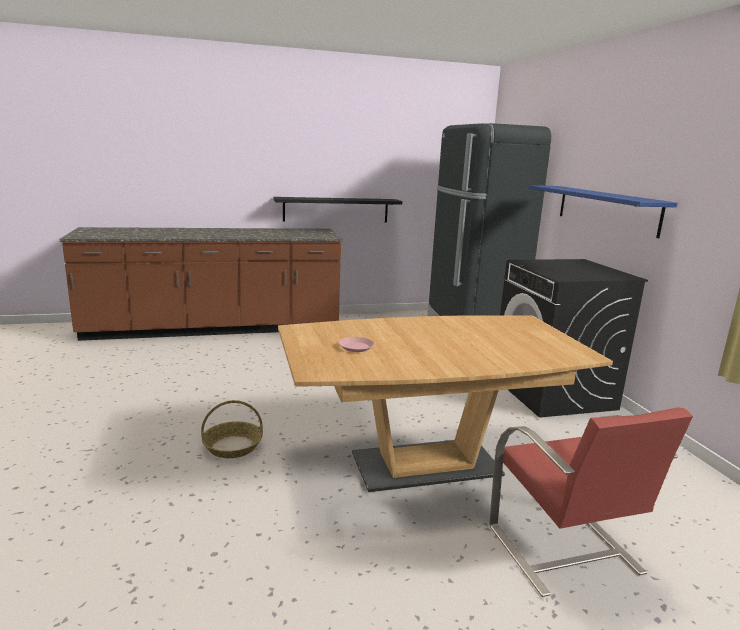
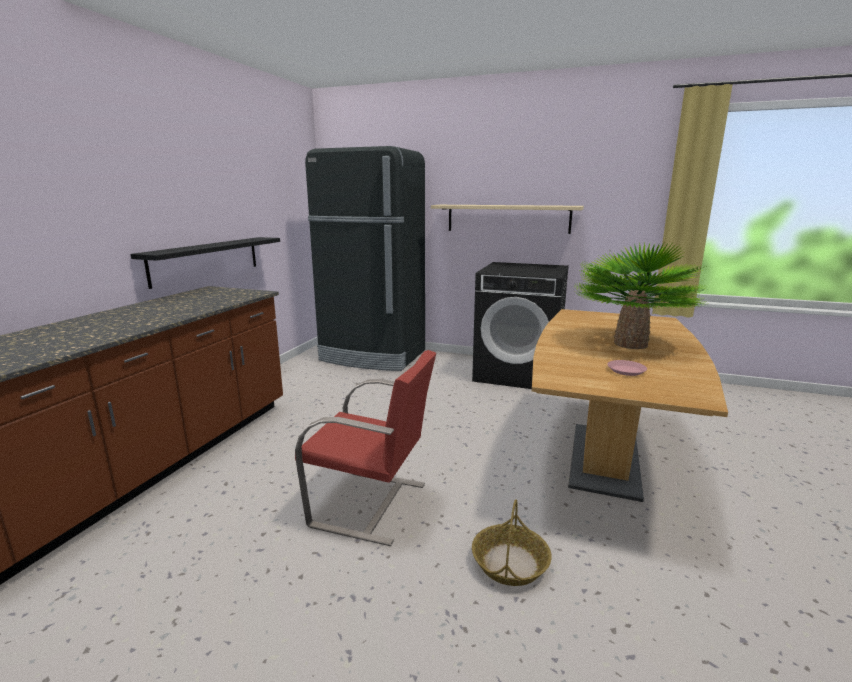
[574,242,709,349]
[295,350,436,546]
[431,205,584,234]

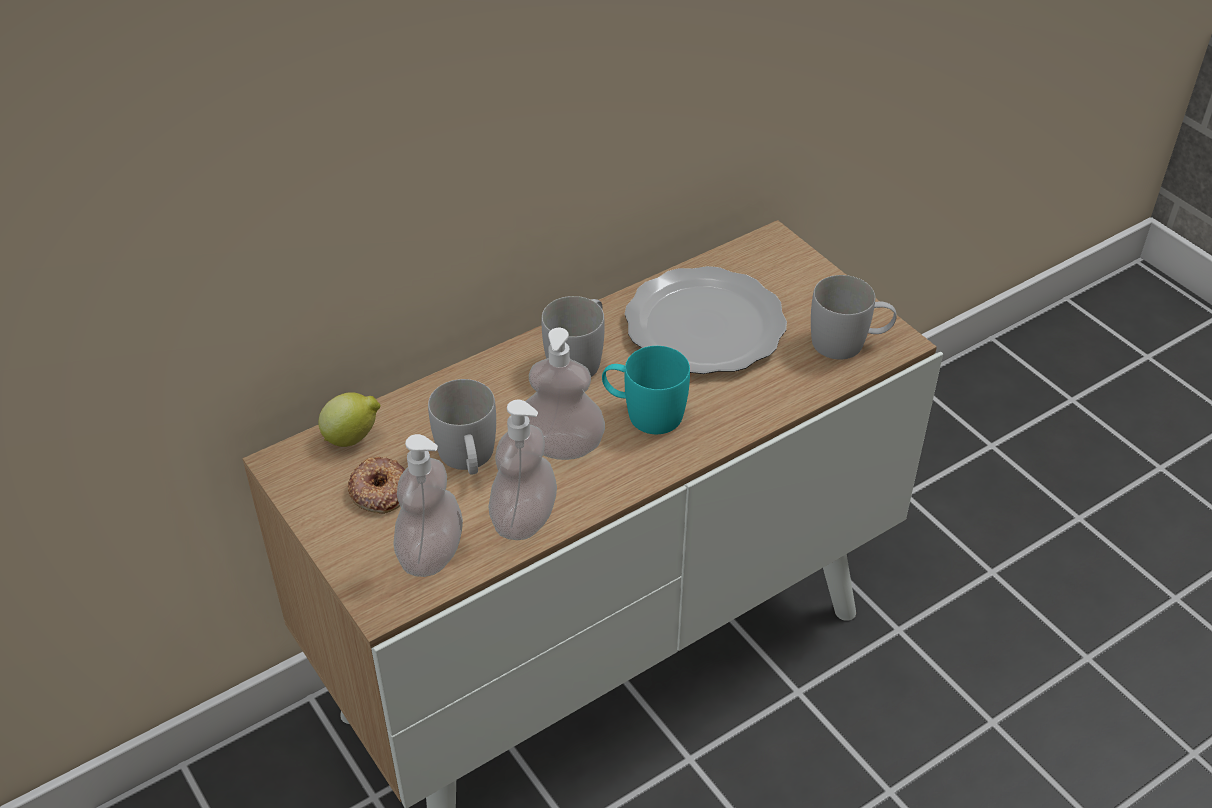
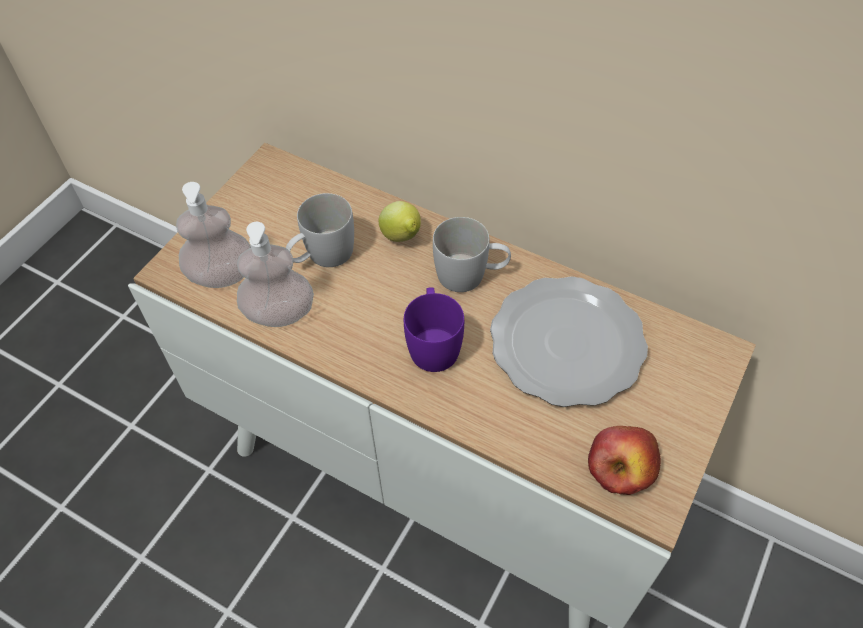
[348,456,405,514] (first image)
[525,328,605,460] (first image)
[379,201,421,242]
[588,426,661,495]
[404,287,464,372]

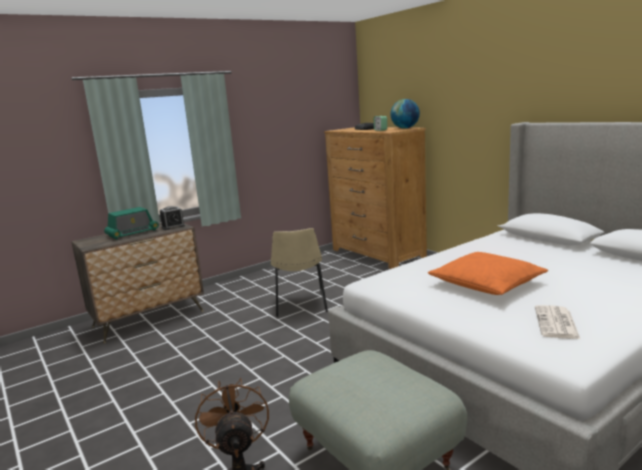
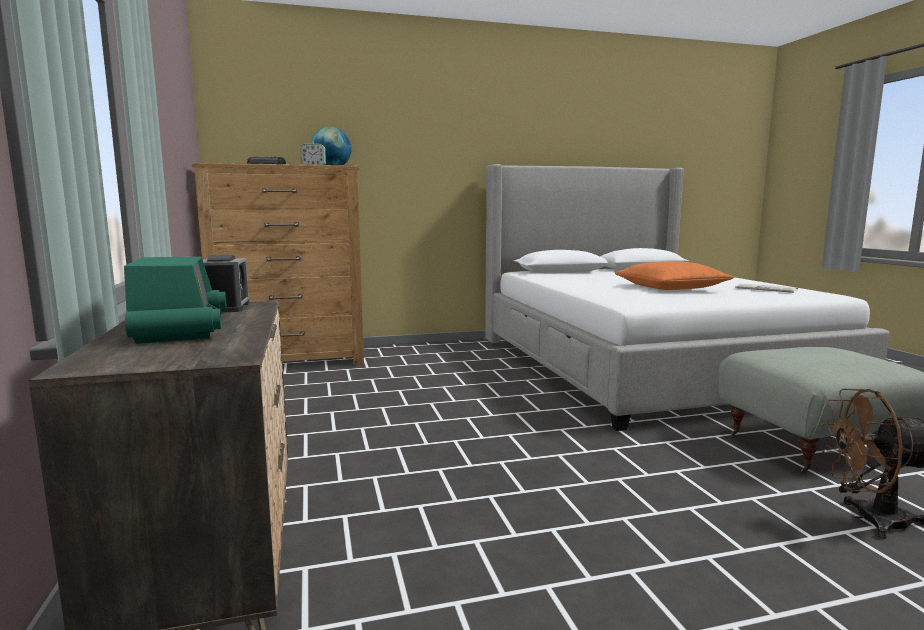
[271,228,328,317] (first image)

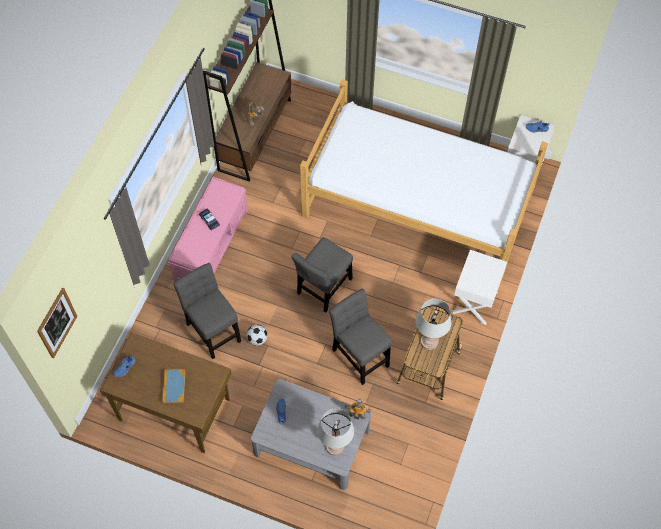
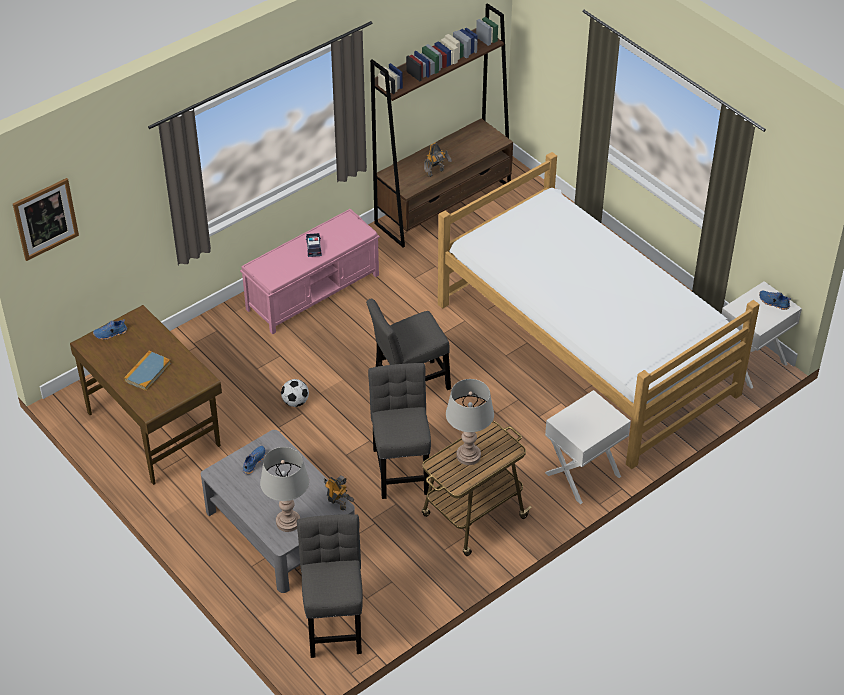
[297,514,363,658]

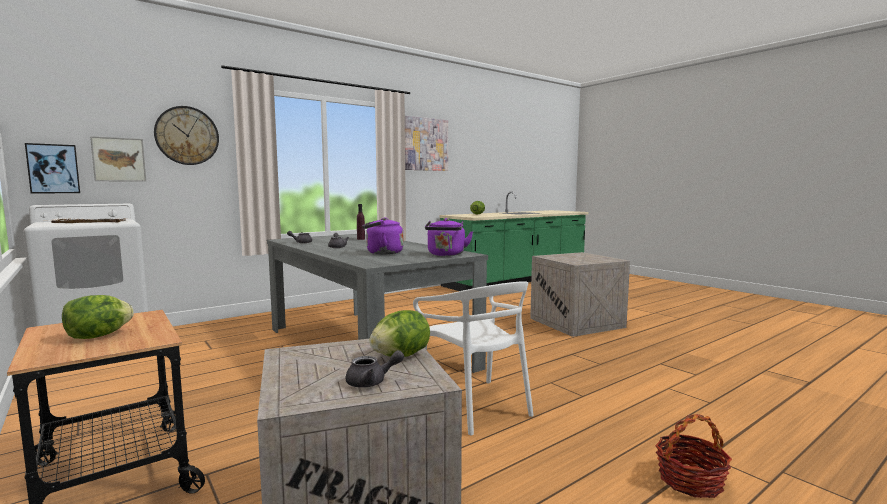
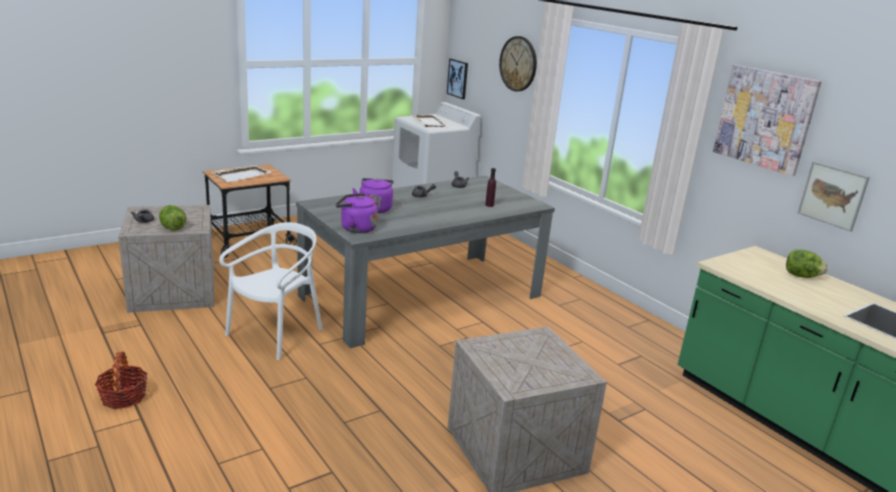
[798,161,870,232]
[211,165,272,182]
[219,222,322,360]

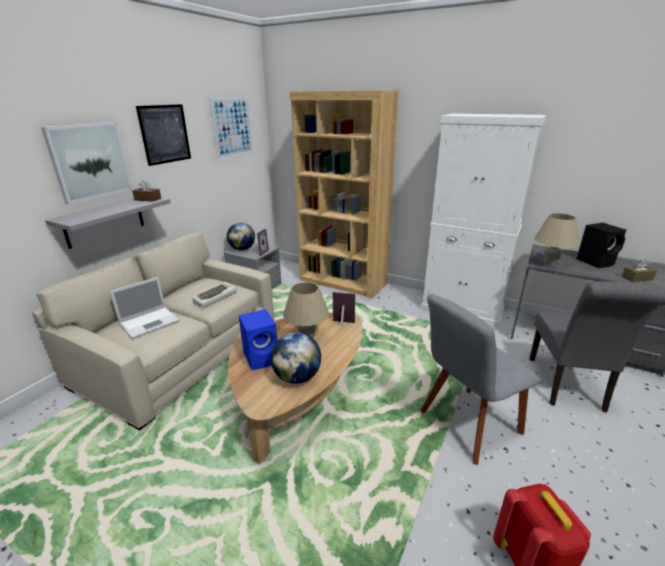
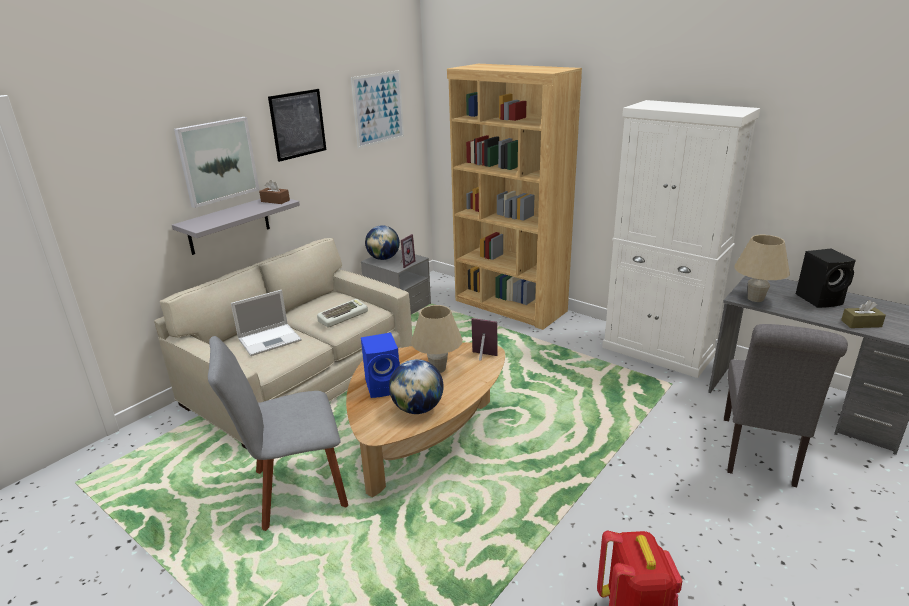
[208,336,348,531]

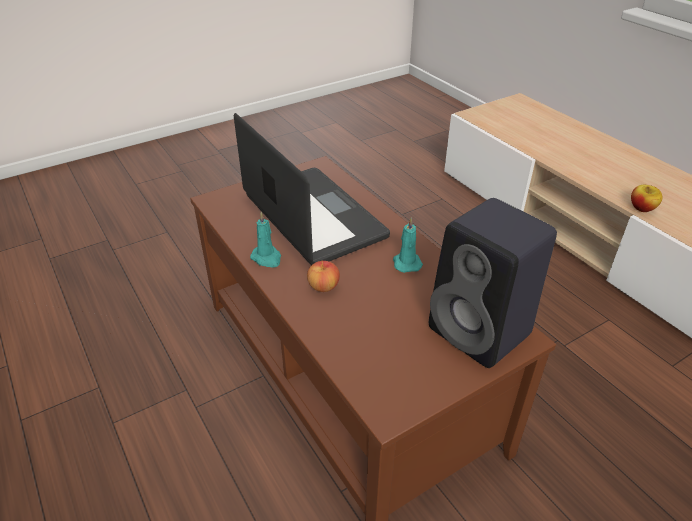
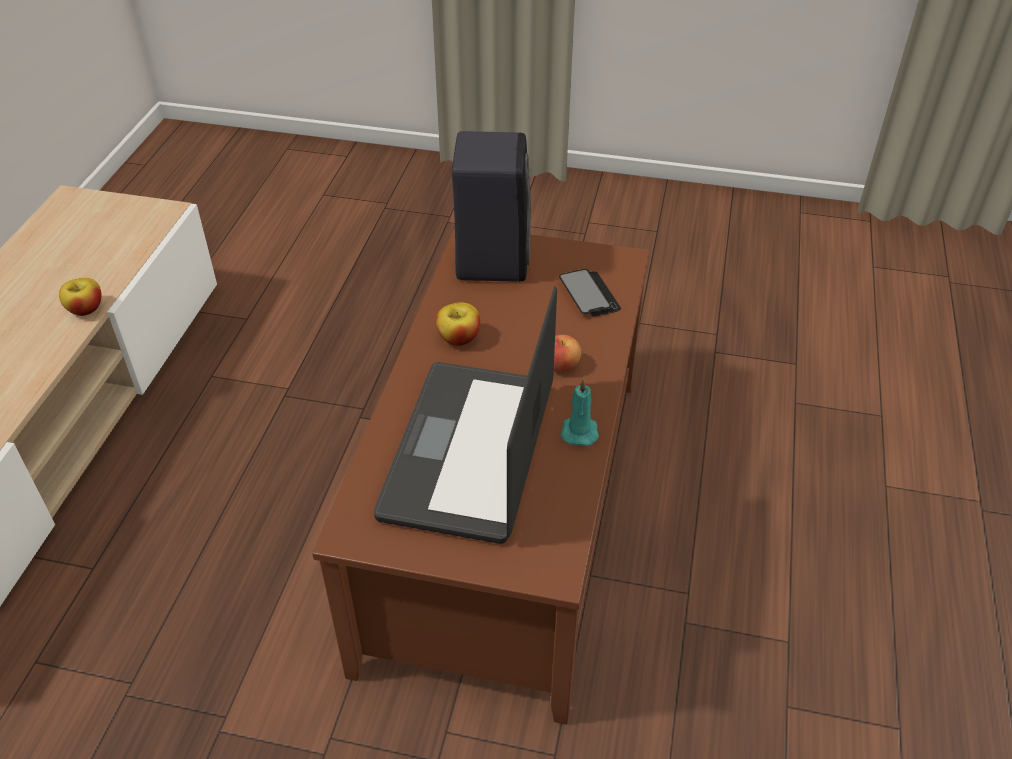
[559,269,621,316]
[436,302,480,346]

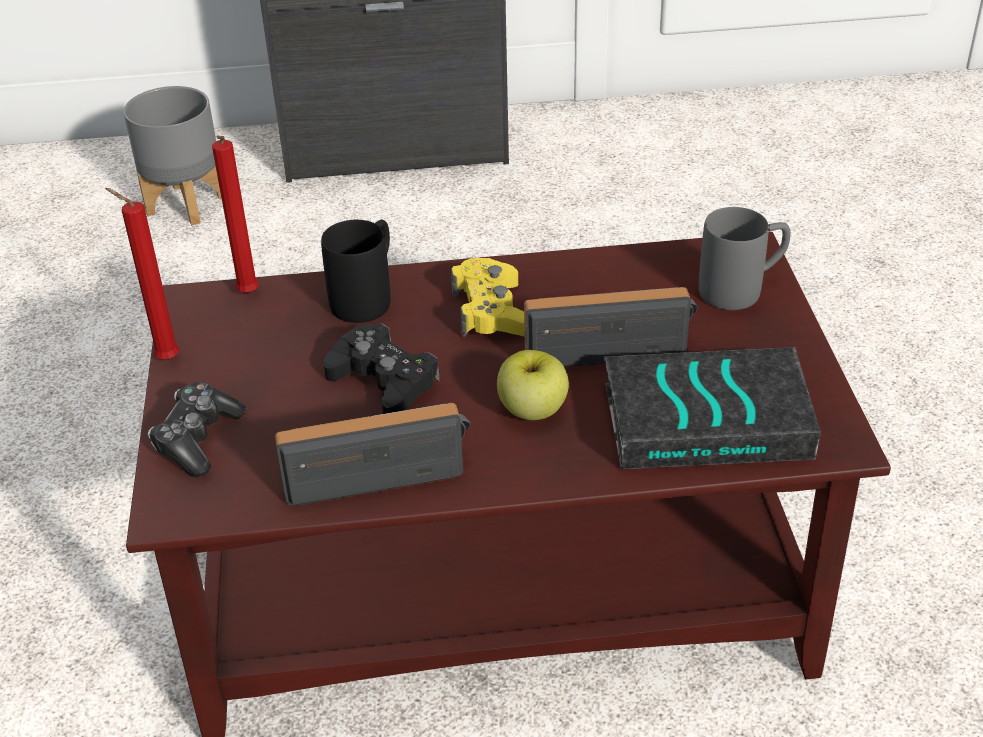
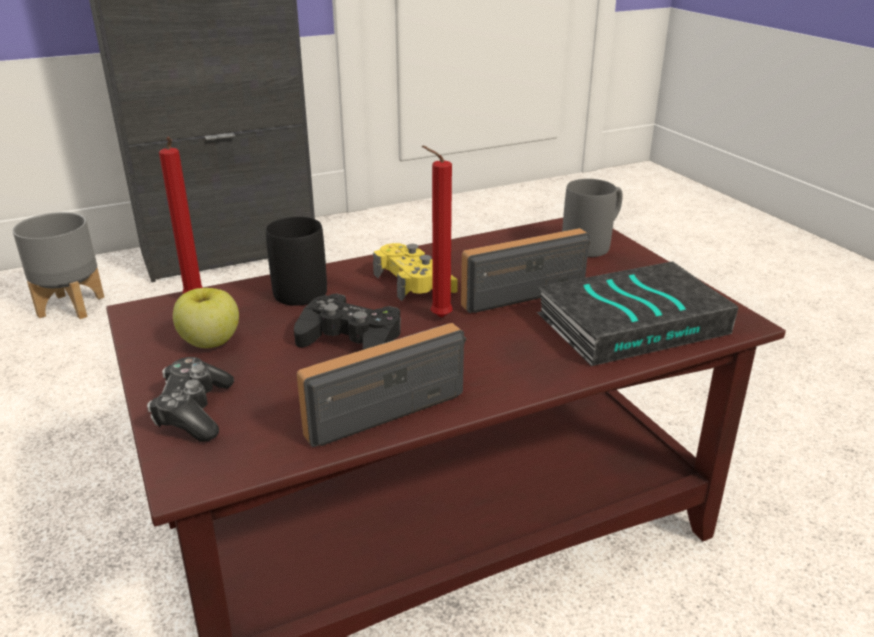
[422,146,453,318]
[173,288,239,348]

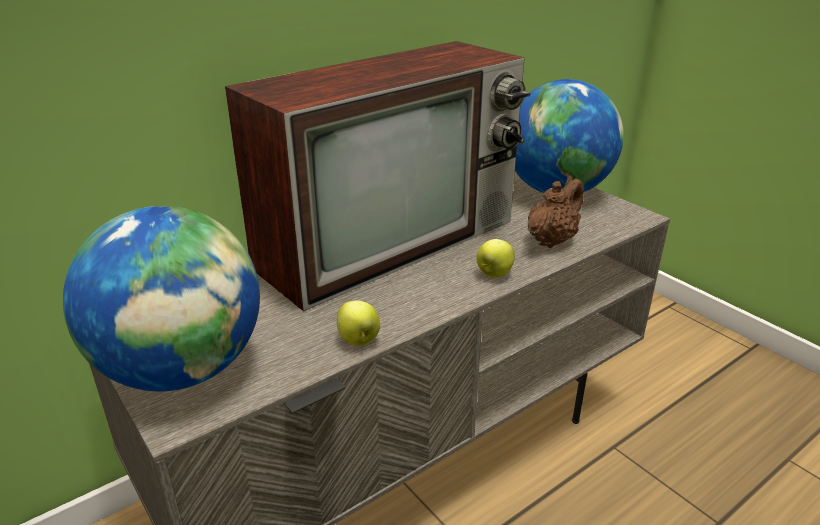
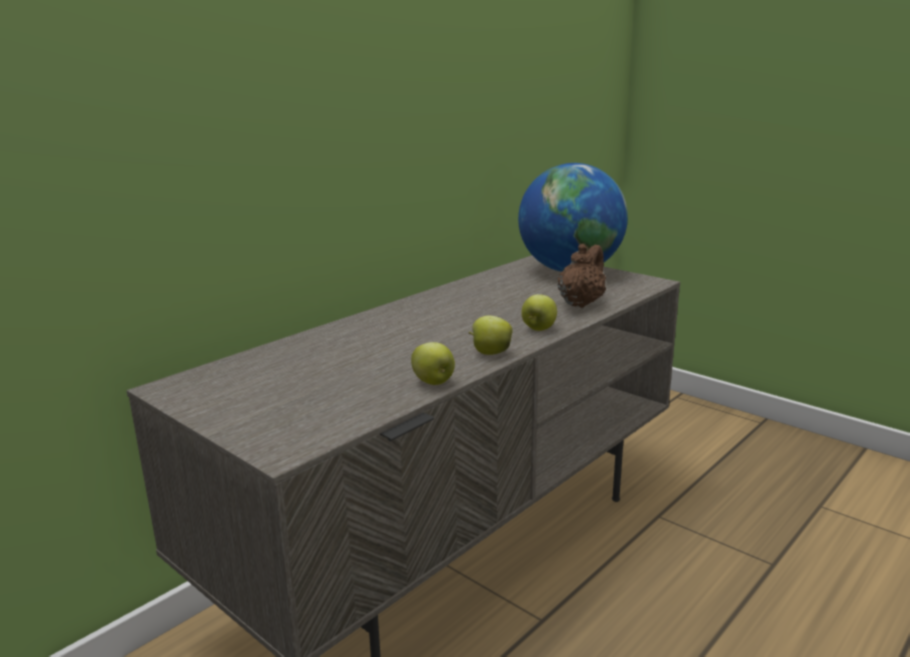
[63,206,260,392] (first image)
[225,41,531,311] (first image)
[469,316,512,355]

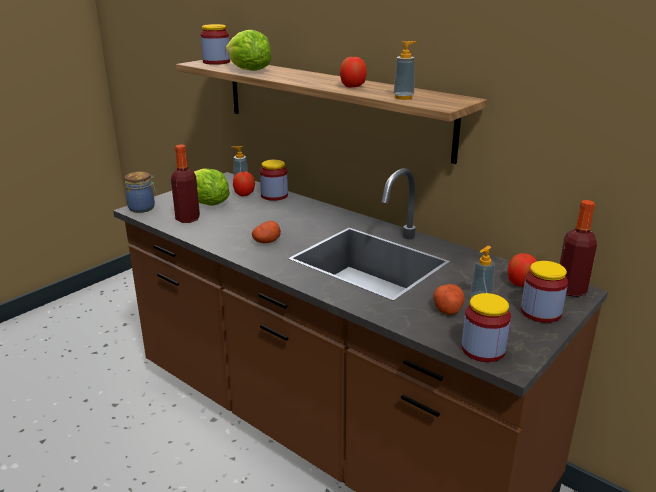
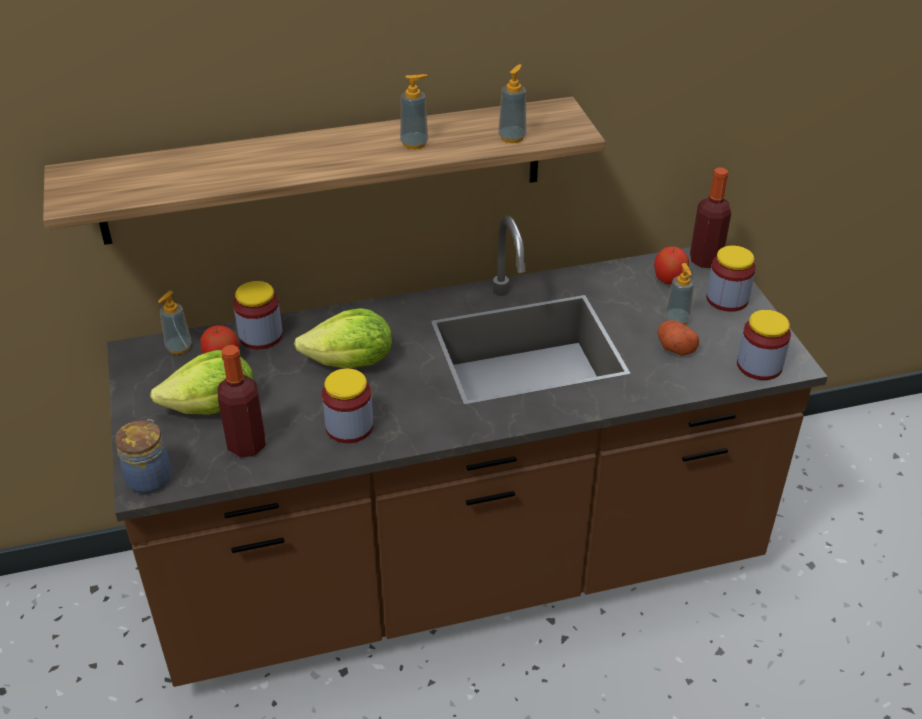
[252,221,281,243] (first image)
[322,368,373,443]
[294,308,392,369]
[400,74,428,149]

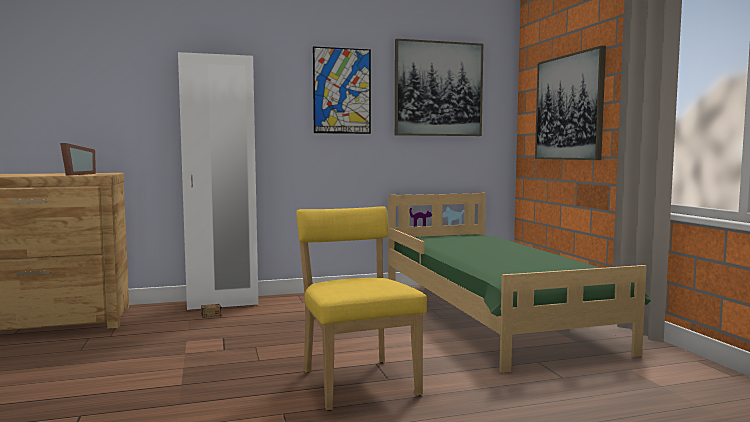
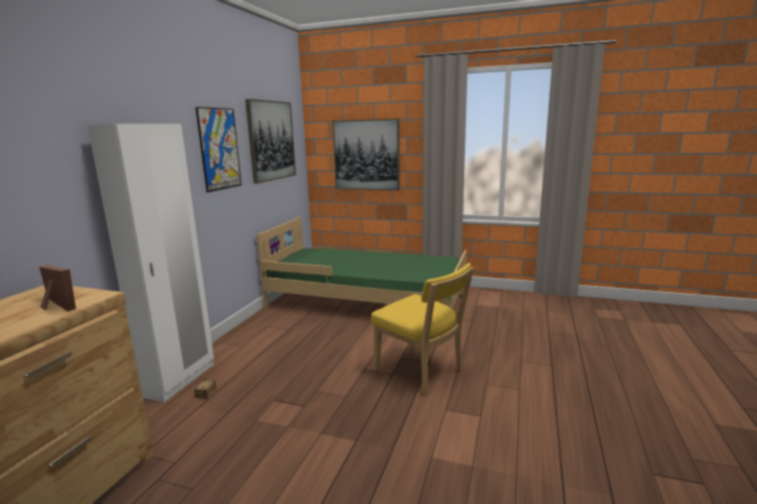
[371,263,474,395]

